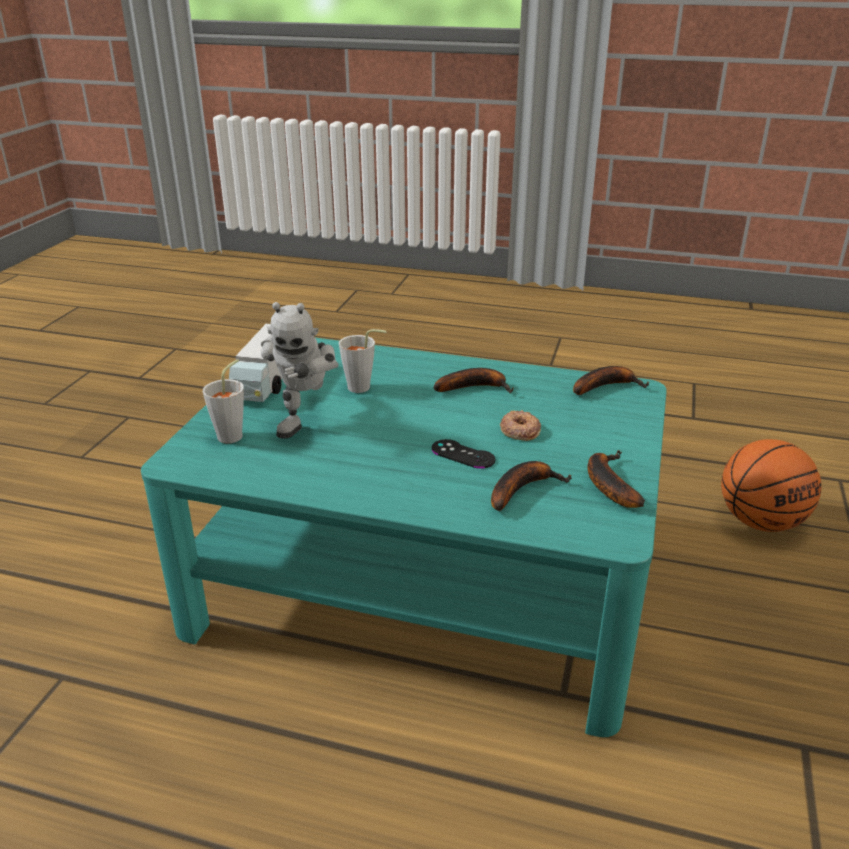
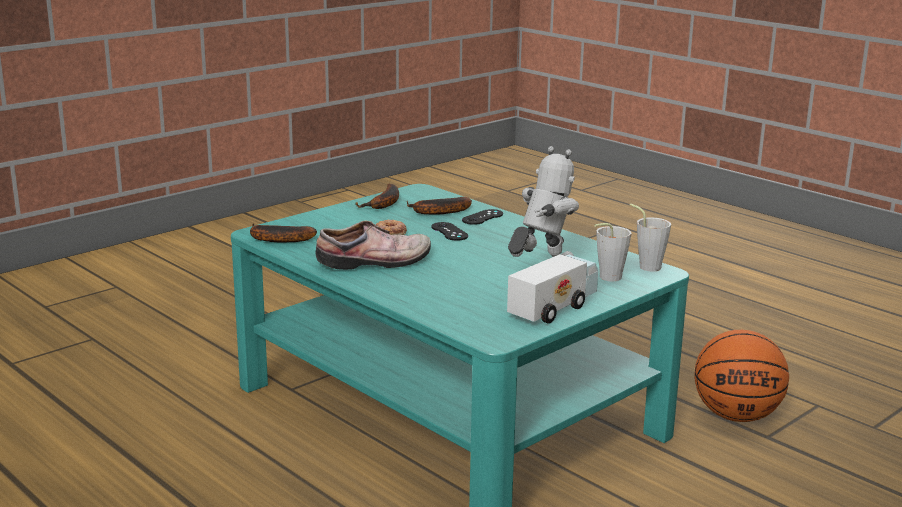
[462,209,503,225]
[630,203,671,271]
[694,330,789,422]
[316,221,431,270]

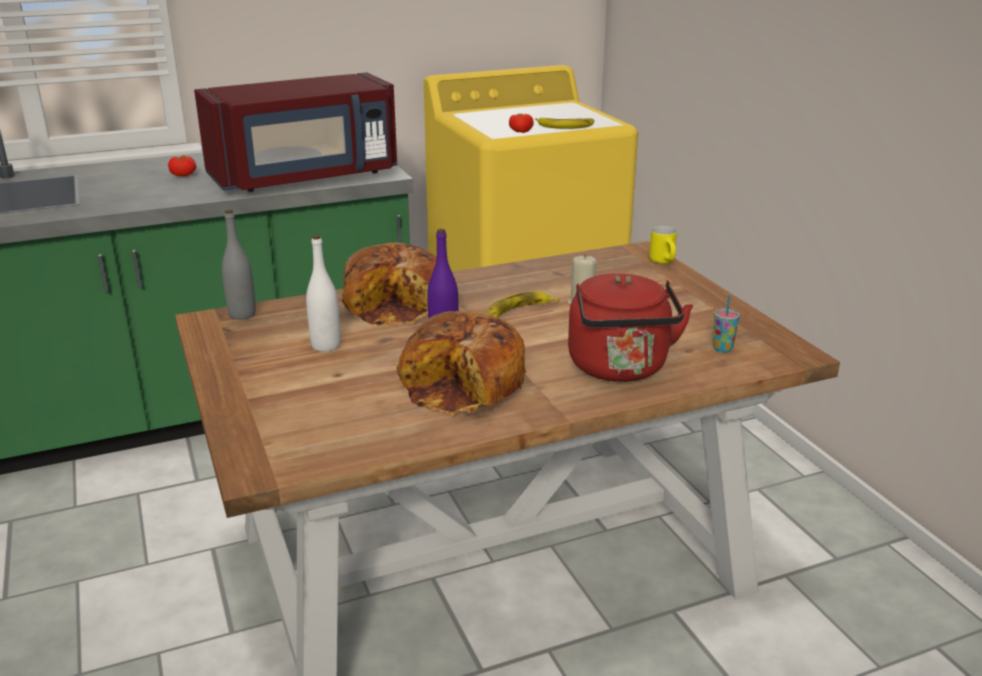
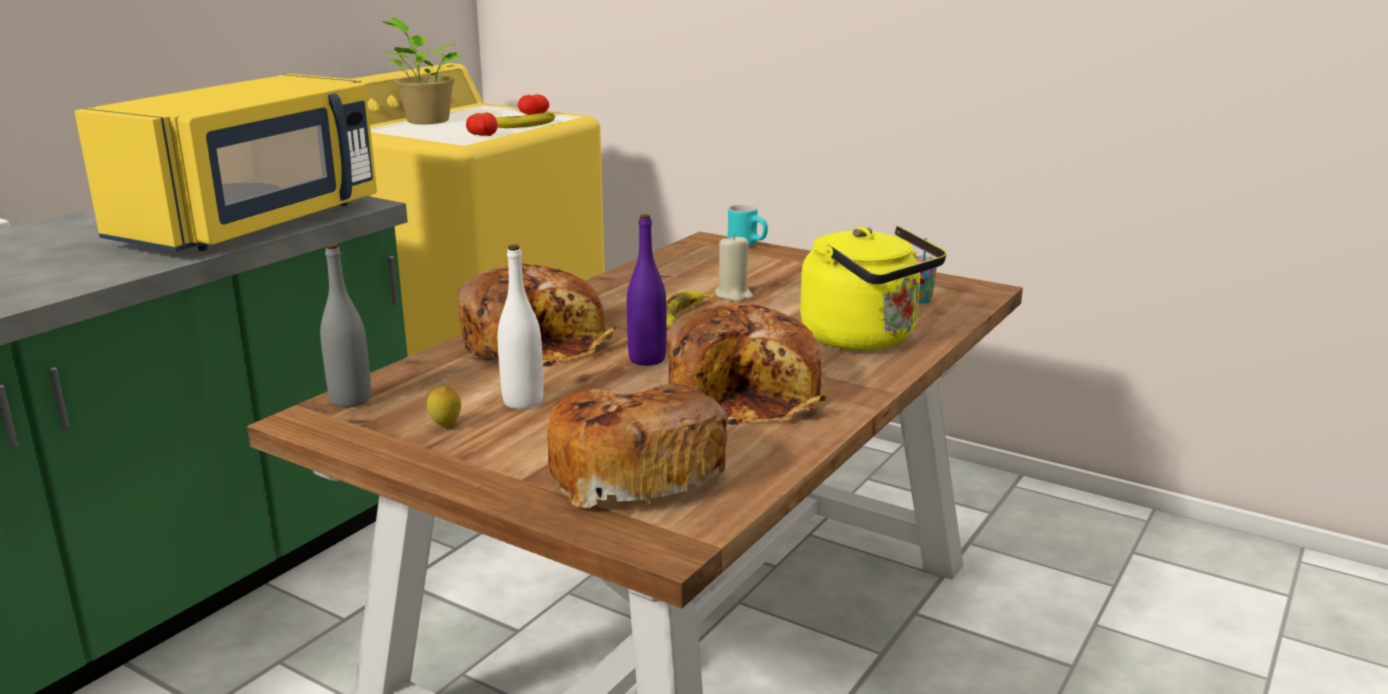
[382,17,463,124]
[427,386,461,427]
[547,383,728,508]
[518,94,549,115]
[74,74,377,252]
[800,226,946,351]
[728,205,768,246]

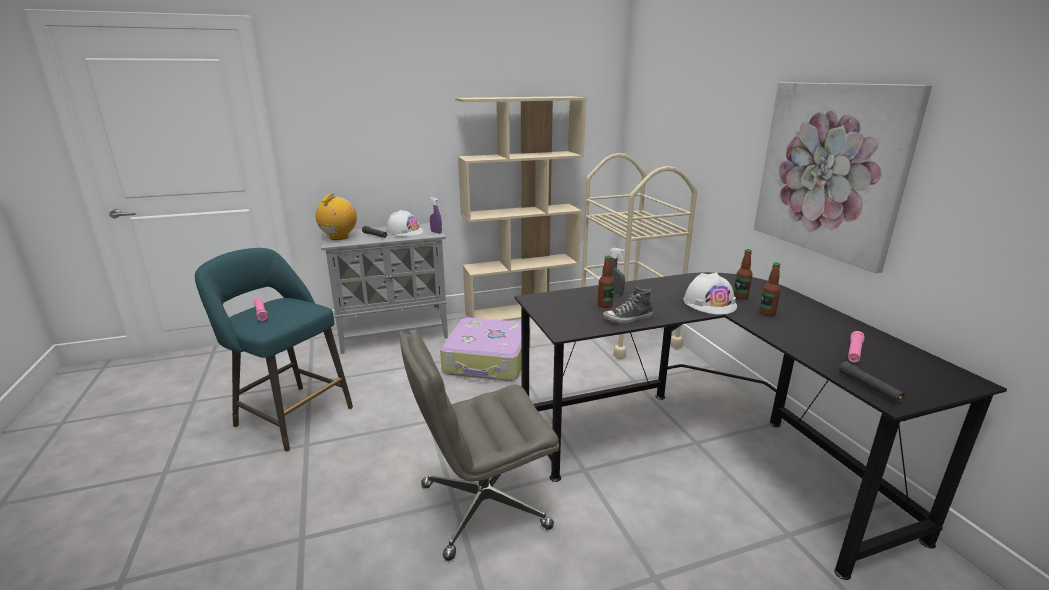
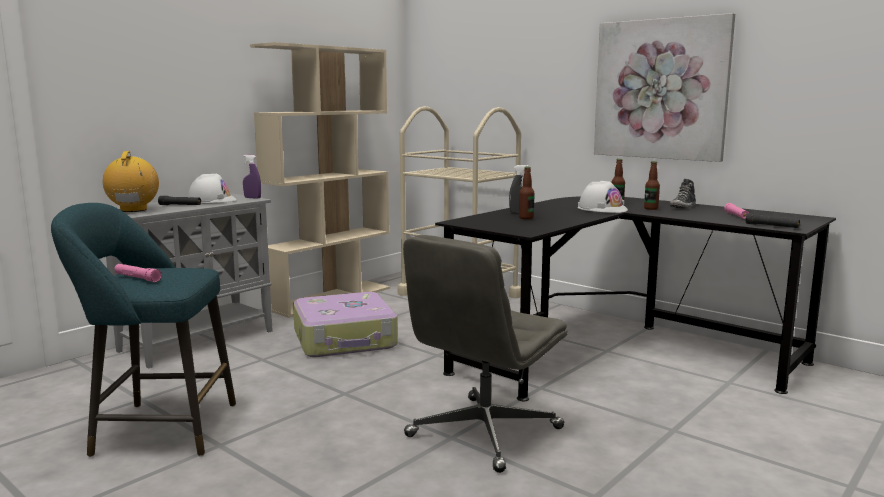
[670,179,696,208]

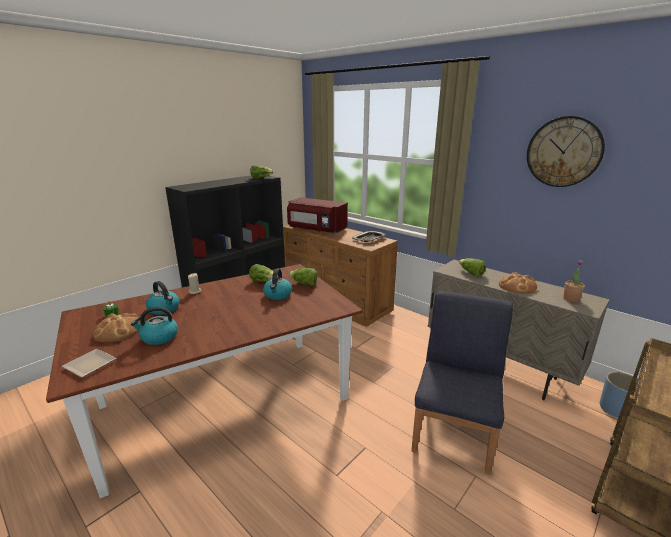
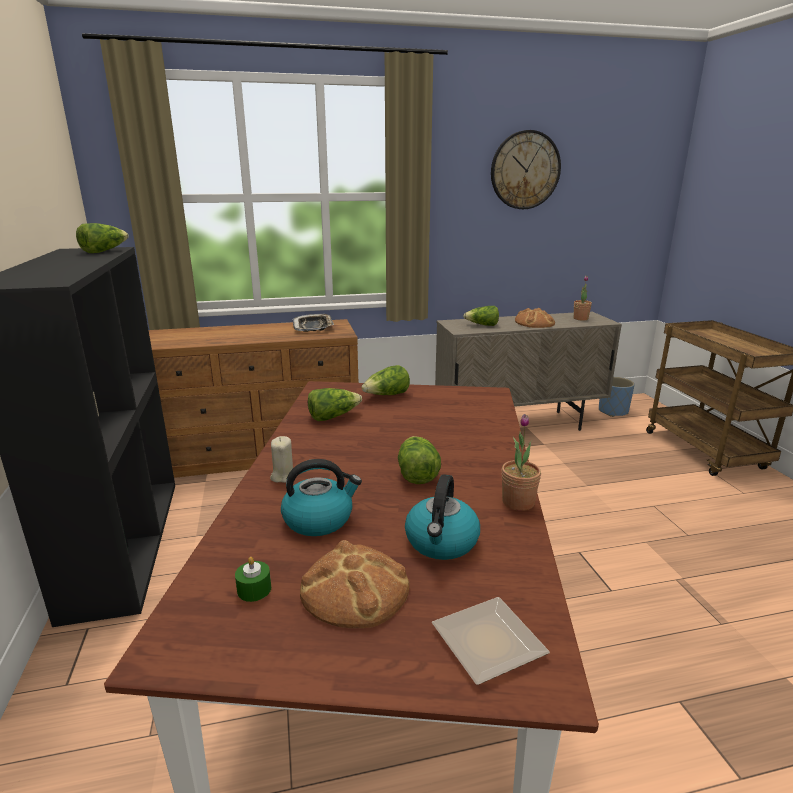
[263,268,292,300] (first image)
[287,197,348,234] (first image)
[411,291,513,475] (first image)
[398,436,441,484]
[502,414,541,511]

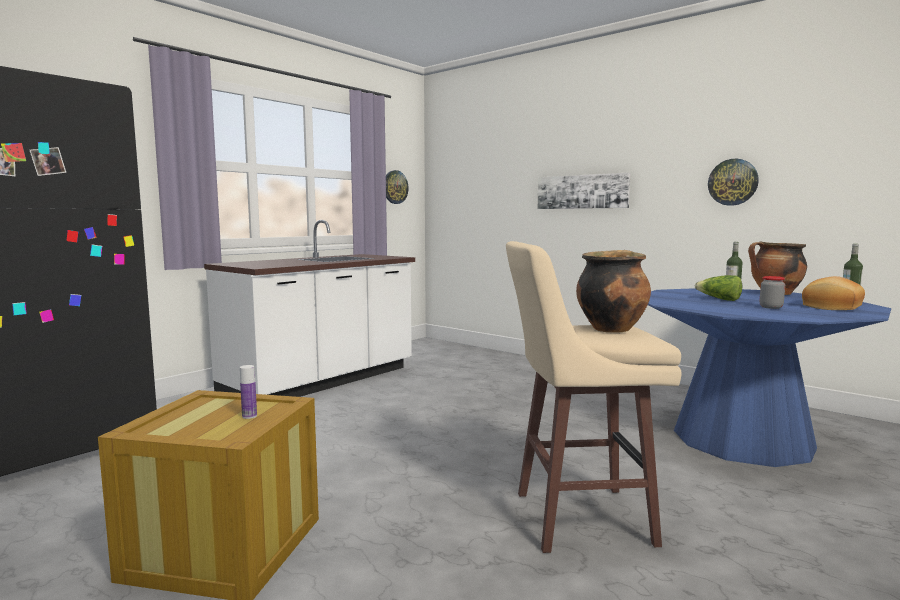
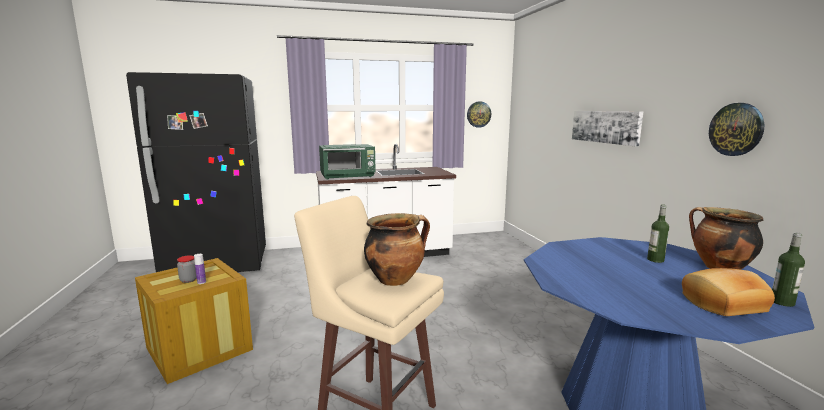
[695,275,742,301] (first image)
[319,144,376,179]
[177,255,197,283]

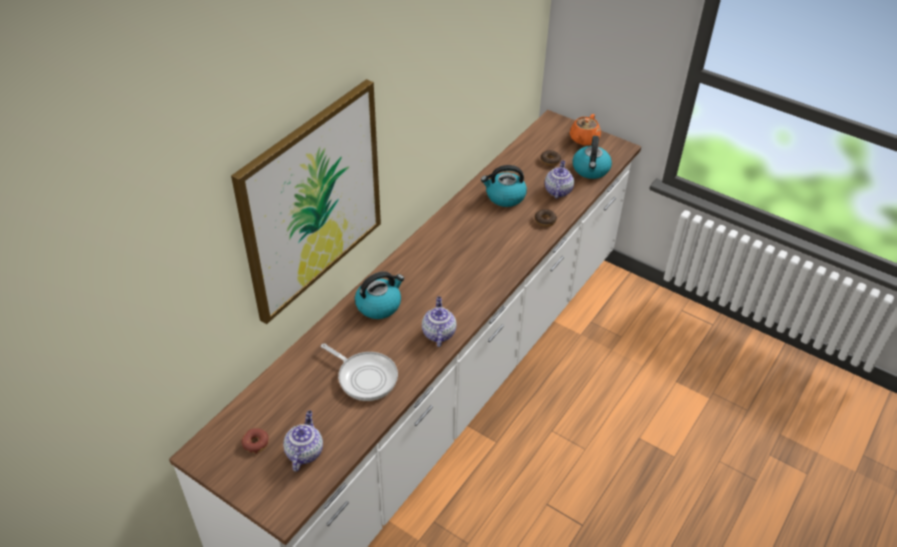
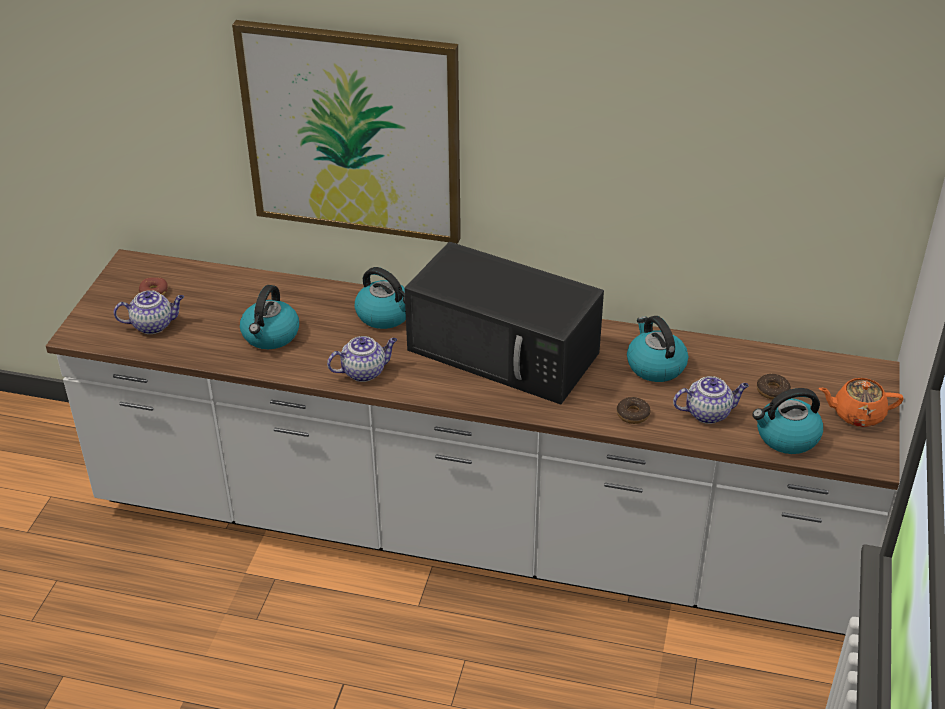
[404,242,604,405]
[240,285,299,349]

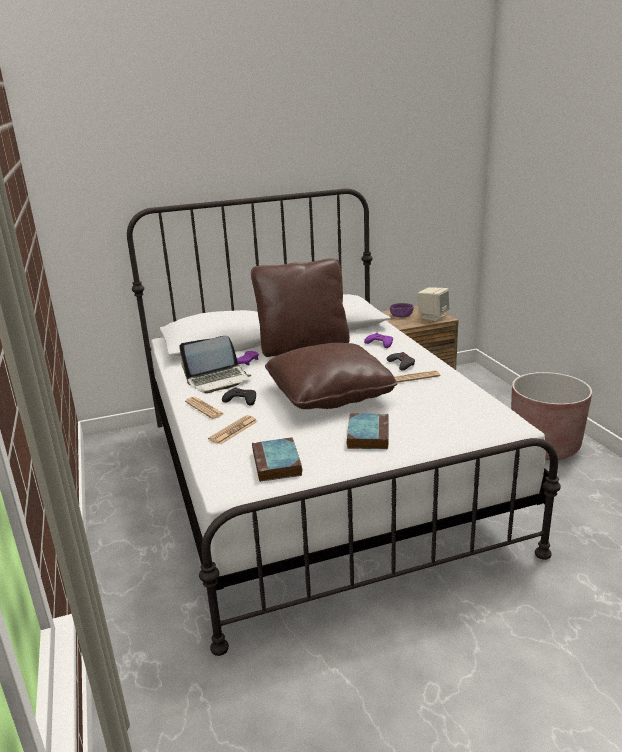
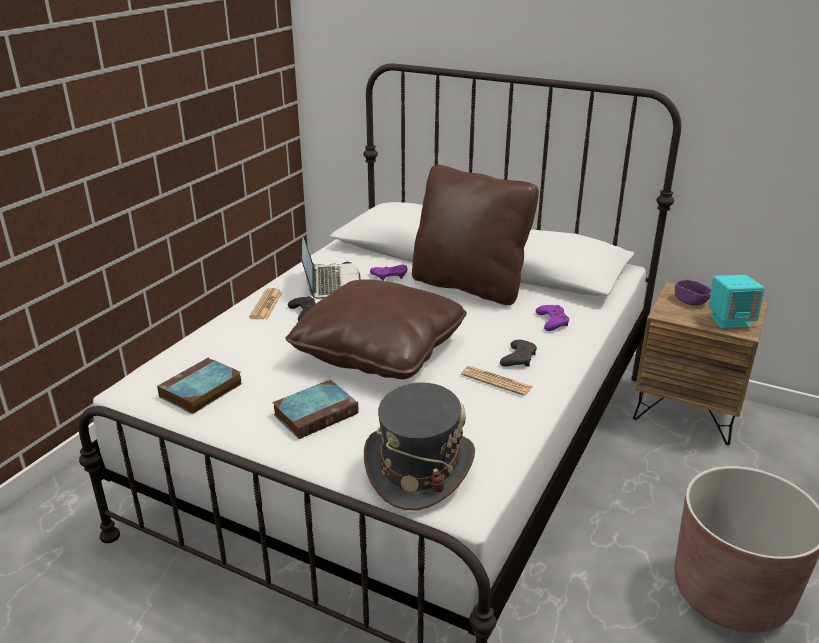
[208,415,258,445] (first image)
[364,382,475,510]
[708,275,765,329]
[300,235,361,298]

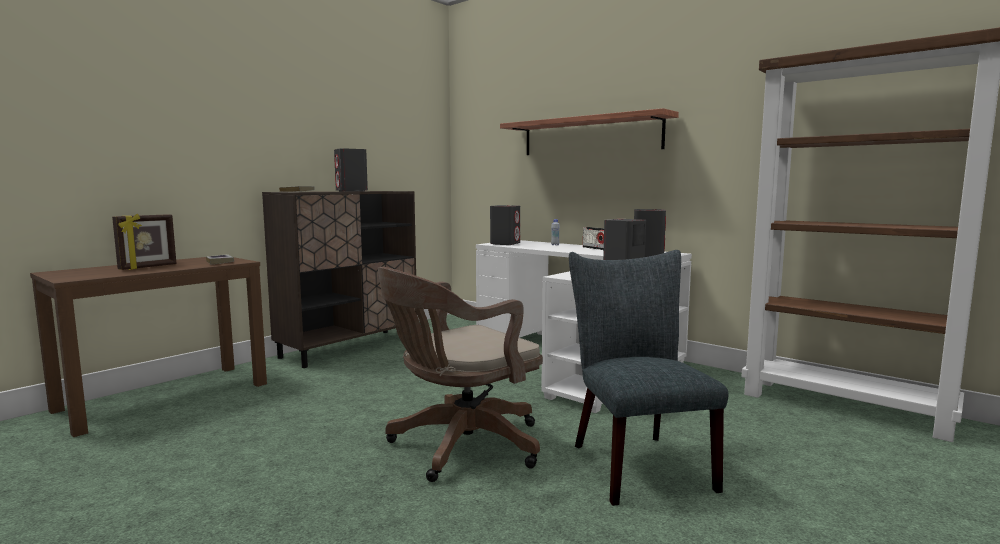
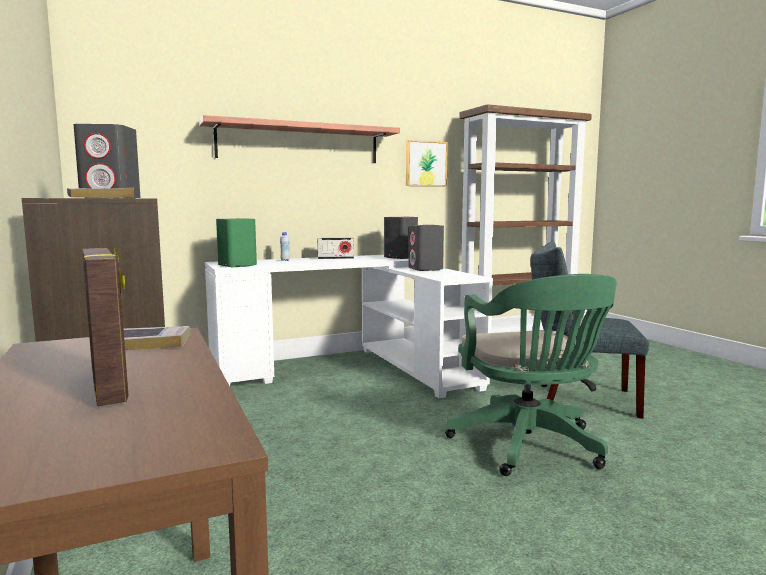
[406,140,448,187]
[445,274,617,476]
[216,218,257,267]

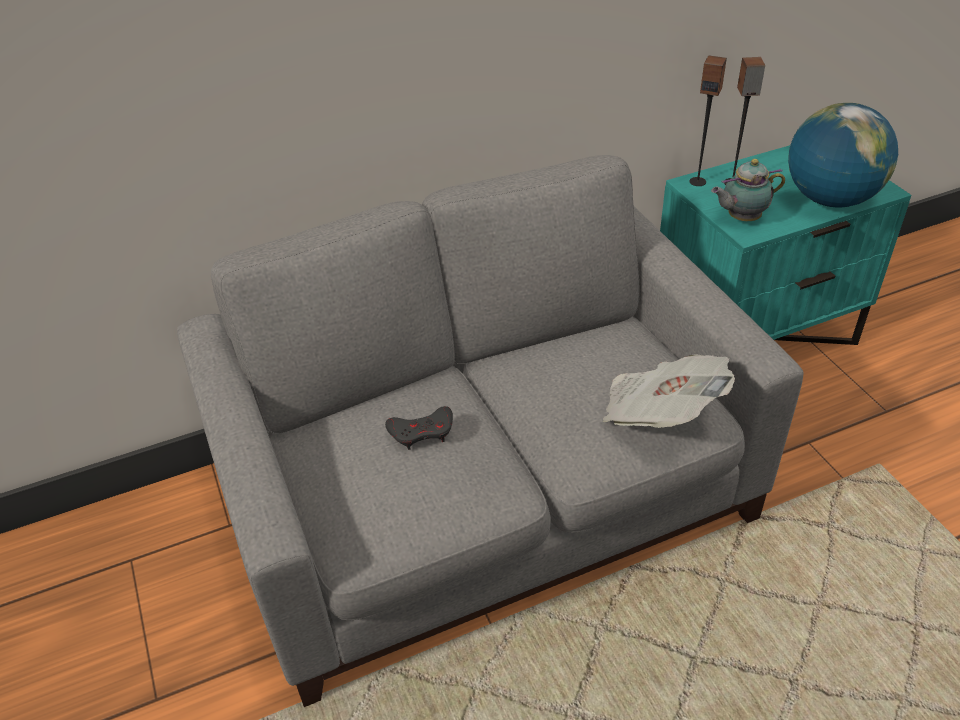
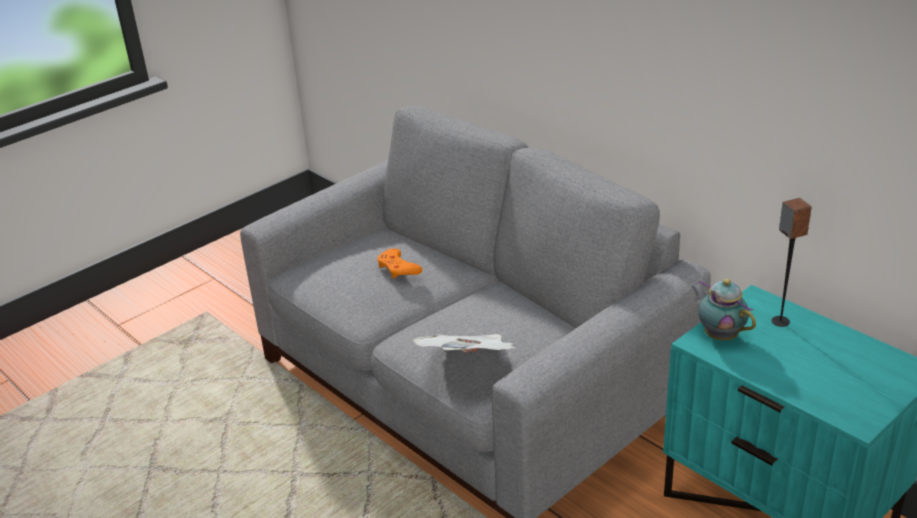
[689,55,727,186] (first image)
[788,103,898,207] (first image)
[377,249,422,278]

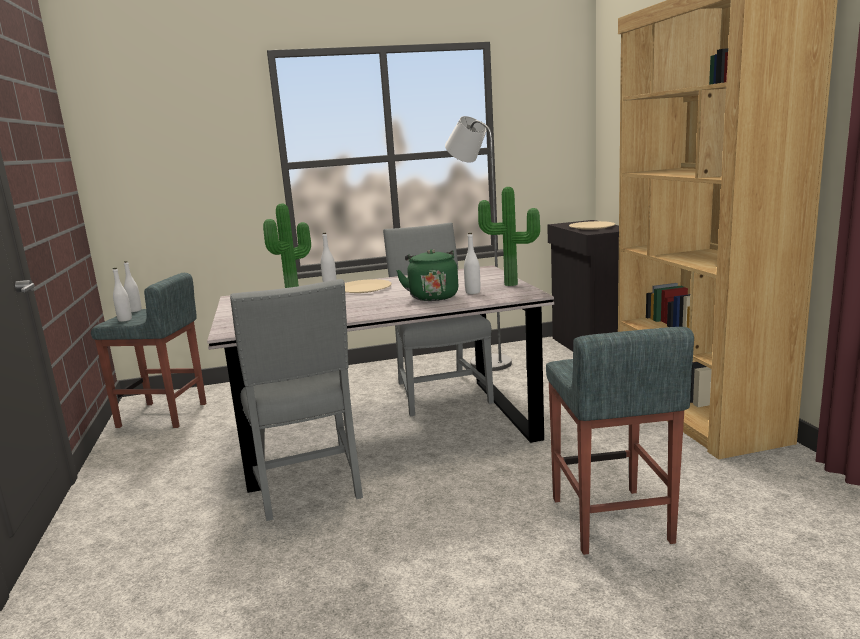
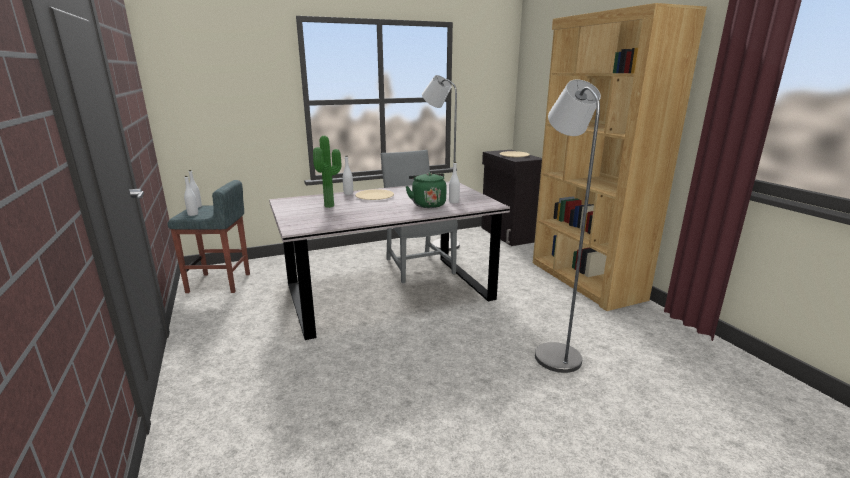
[230,279,363,521] (first image)
[478,187,540,286] (first image)
[535,80,601,373]

